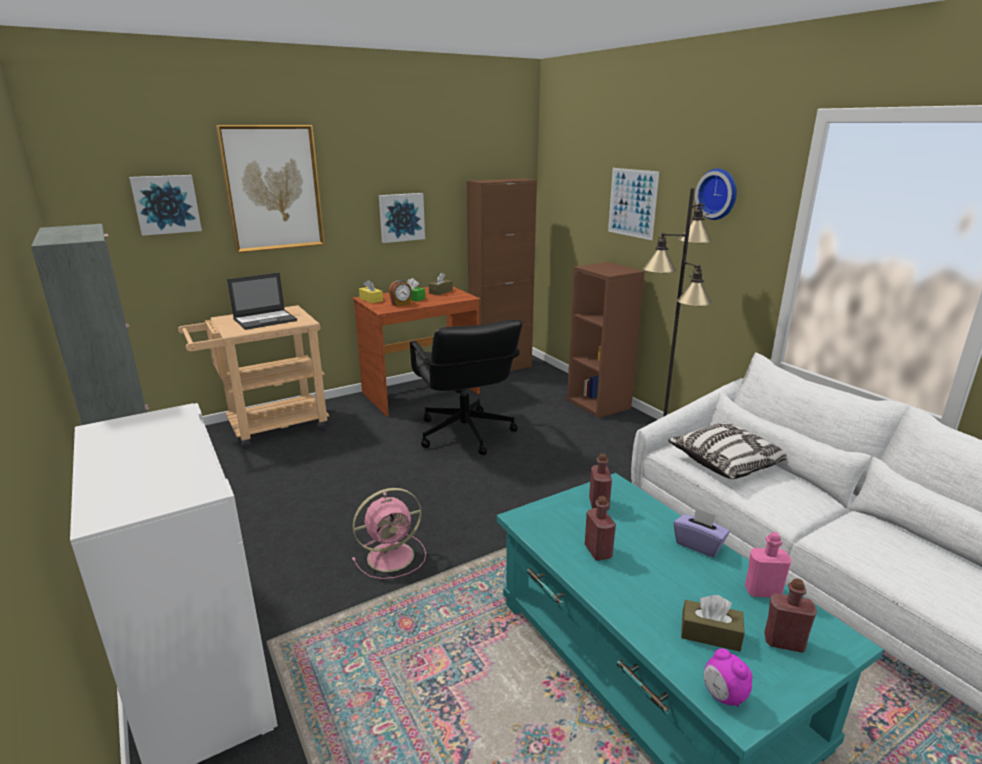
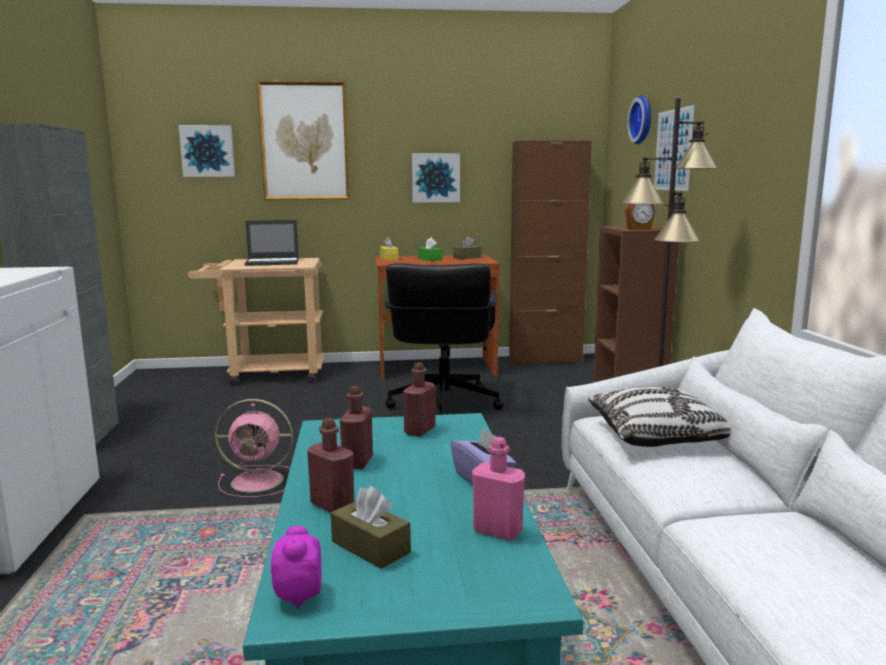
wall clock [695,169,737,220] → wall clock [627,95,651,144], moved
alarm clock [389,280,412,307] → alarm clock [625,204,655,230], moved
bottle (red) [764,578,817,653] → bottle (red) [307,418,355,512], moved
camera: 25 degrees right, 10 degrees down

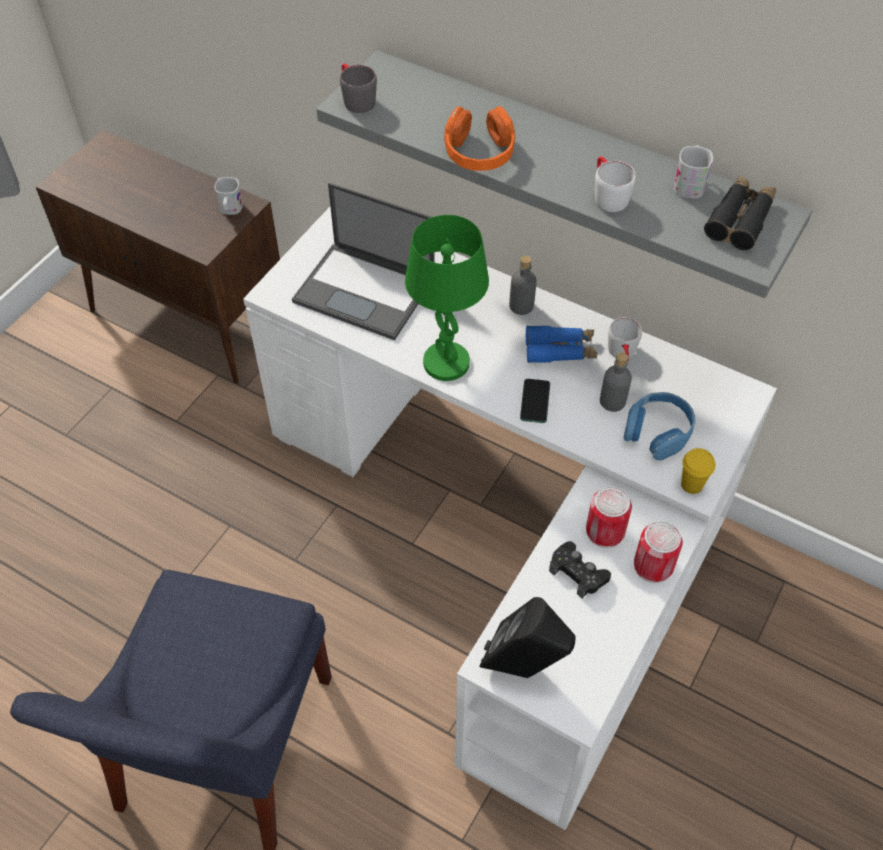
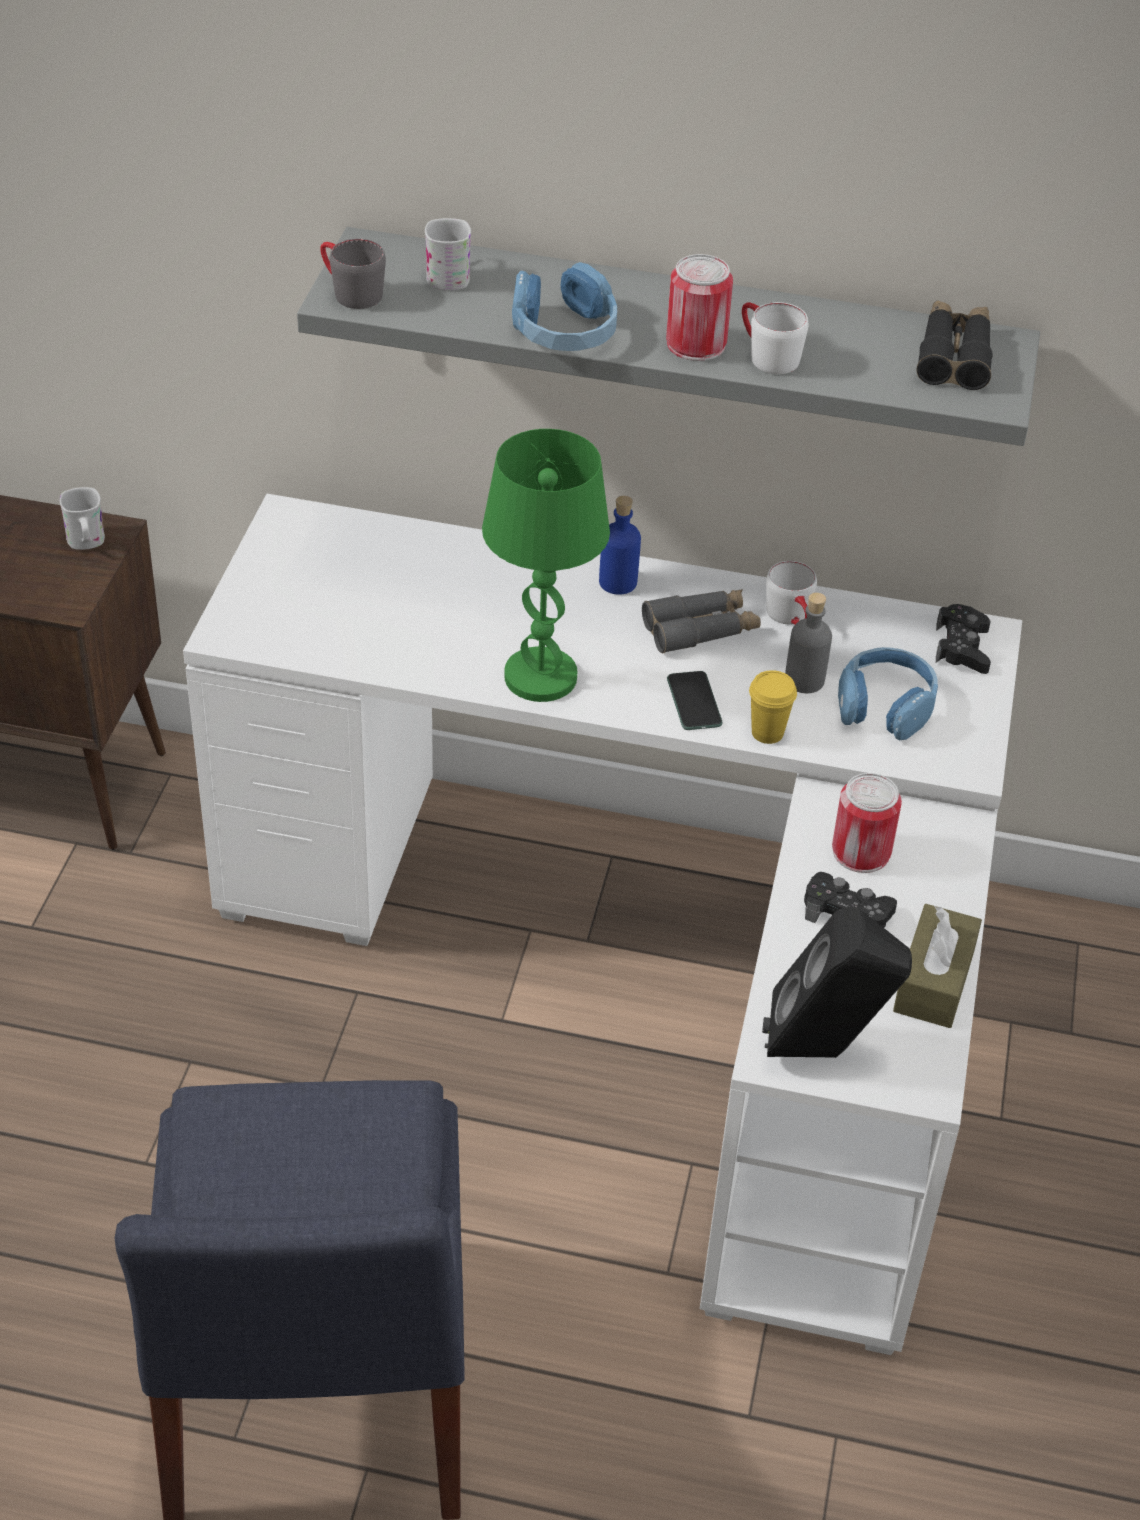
headphones (orange) [444,106,515,171] → headphones (blue) [512,262,617,351]
mug (white) [674,145,713,199] → mug (white) [425,218,471,291], moved
laptop [292,183,435,340] → -
bottle (grey) [509,255,537,315] → bottle (blue) [599,496,641,595]
binoculars (blue) [526,325,597,363] → binoculars (grey) [642,589,761,653]
cup (yellow) [681,448,715,494] → cup (yellow) [749,670,797,744], moved
can [634,521,683,583] → can [666,254,733,361], moved
- → game controller (black) [936,604,991,674]
- → tissue box (brown) [893,904,982,1028]
camera: 20 degrees left, 10 degrees down

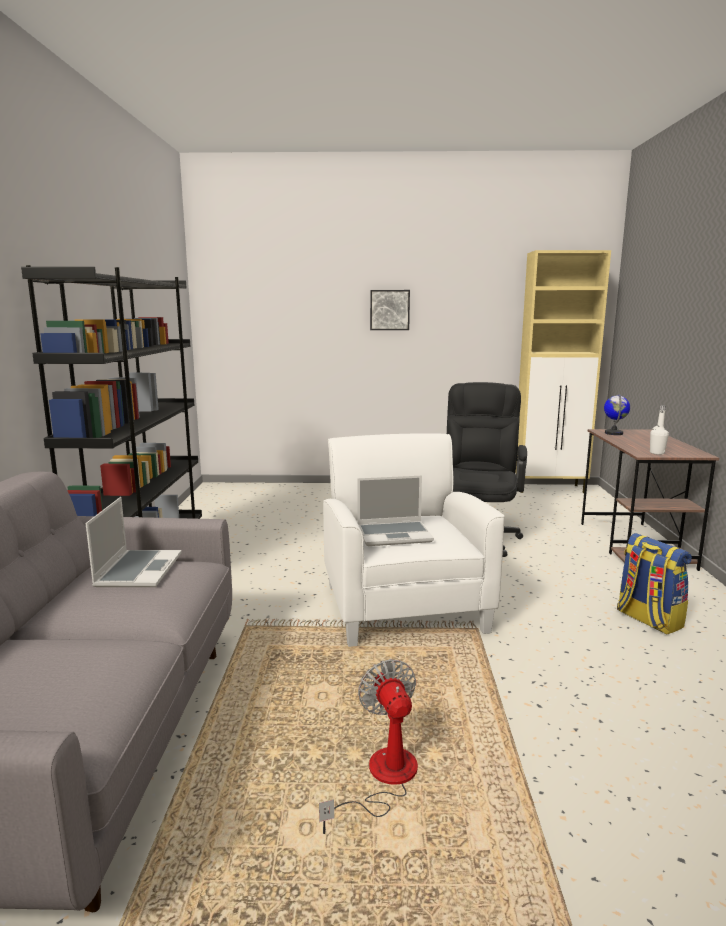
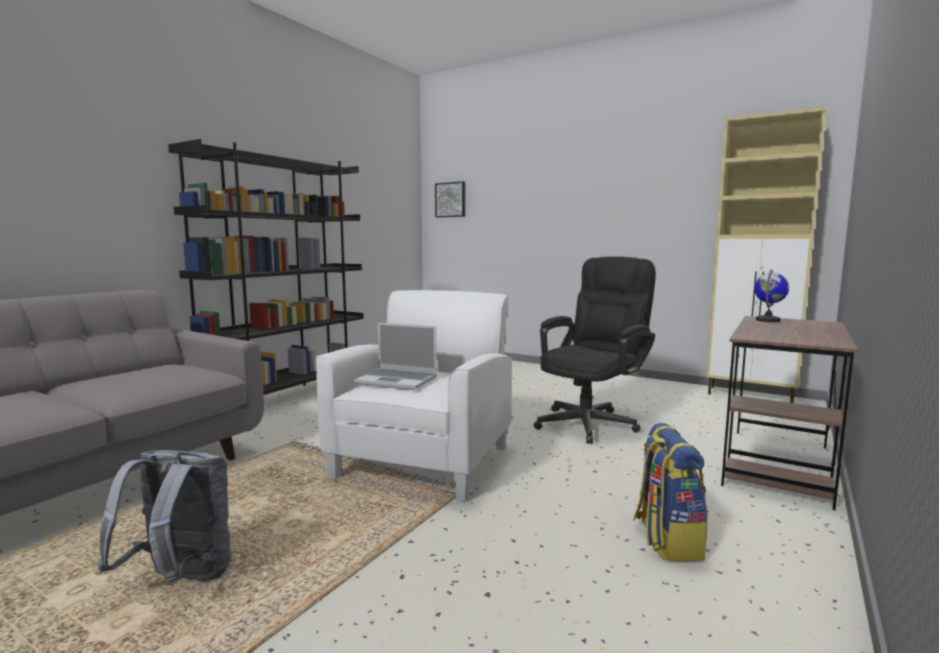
picture [370,290,410,330] → picture [435,182,465,217], moved
bottle (white) [650,405,669,455] → -
laptop [86,497,182,587] → -
fan [319,659,418,834] → backpack (grey) [97,450,231,585]
camera: 30 degrees right, 5 degrees down

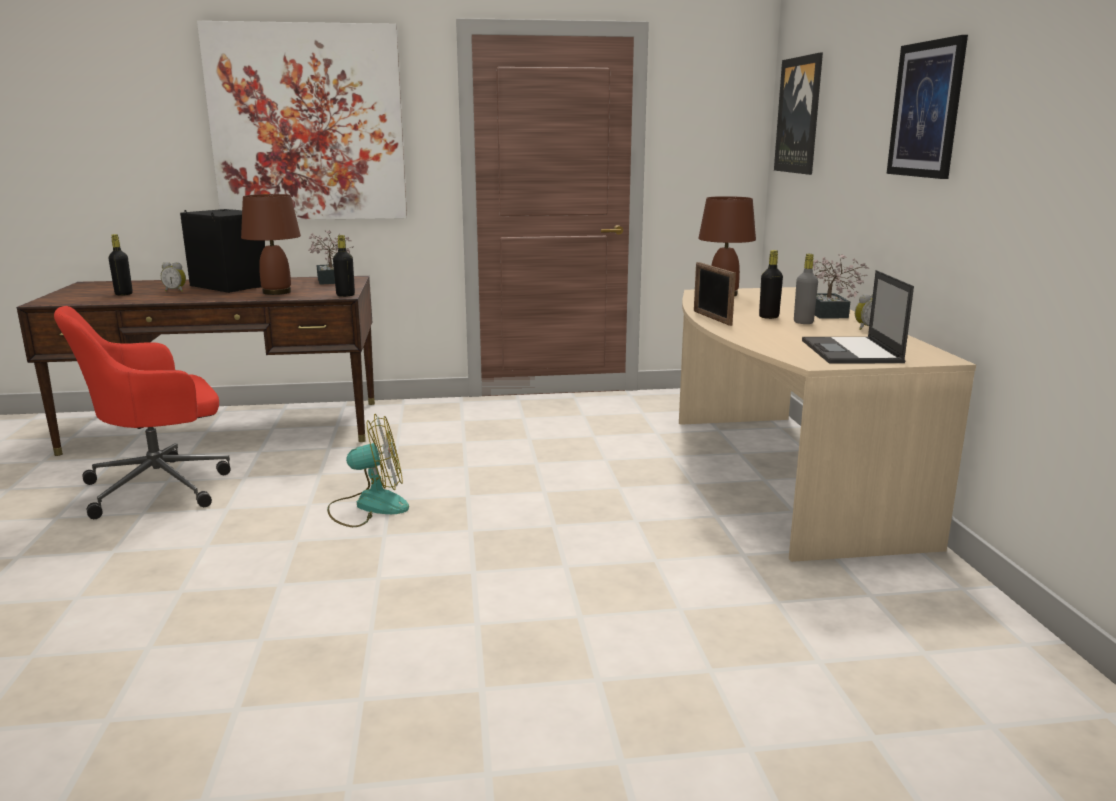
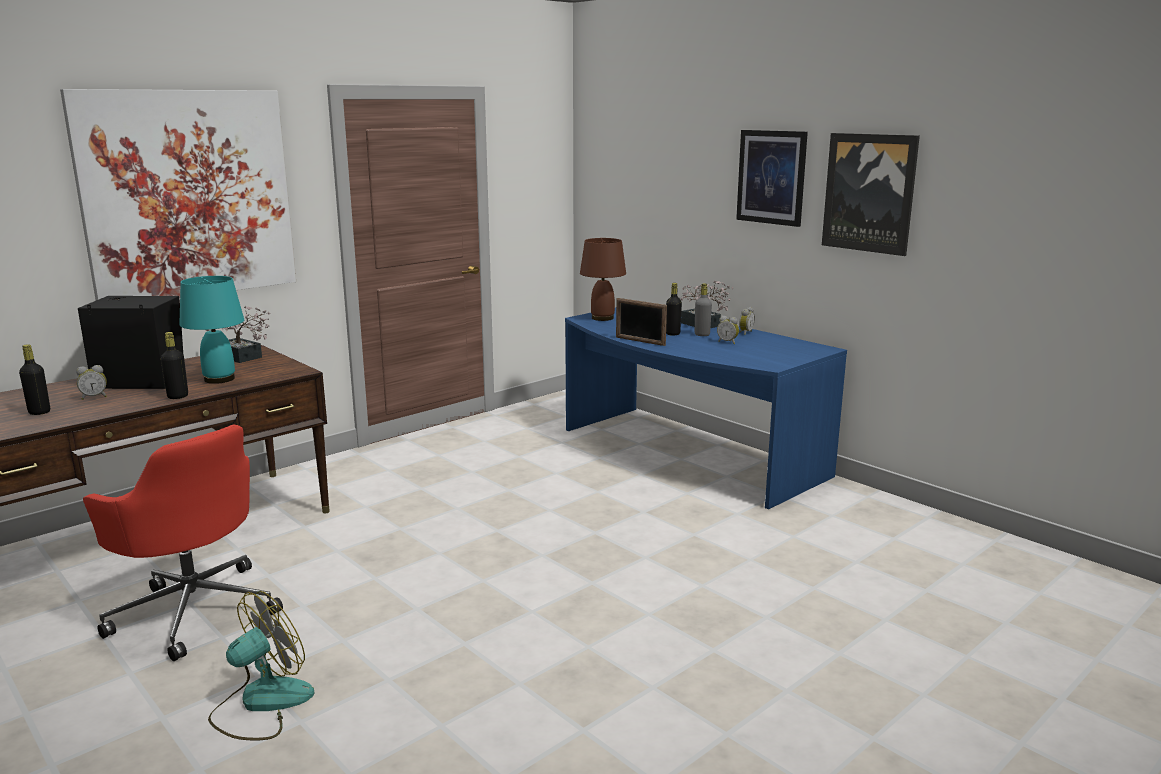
picture [774,53,823,175] → picture [822,133,920,256], moved
table lamp (brown) [241,194,301,295] → table lamp (turquoise) [179,276,244,384]
bottle (black) [333,235,355,297] → bottle (black) [161,332,188,399], moved
laptop [802,270,914,363] → -
desk (beige) [679,287,976,562] → desk (blue) [565,307,847,509]
office chair (red) [54,306,231,519] → office chair (red) [83,425,283,661], 75 degrees counterclockwise
fan [327,414,409,527] → fan [208,591,314,741], moved
- → alarm clock [717,316,739,344]
camera: 35 degrees left, 0 degrees up

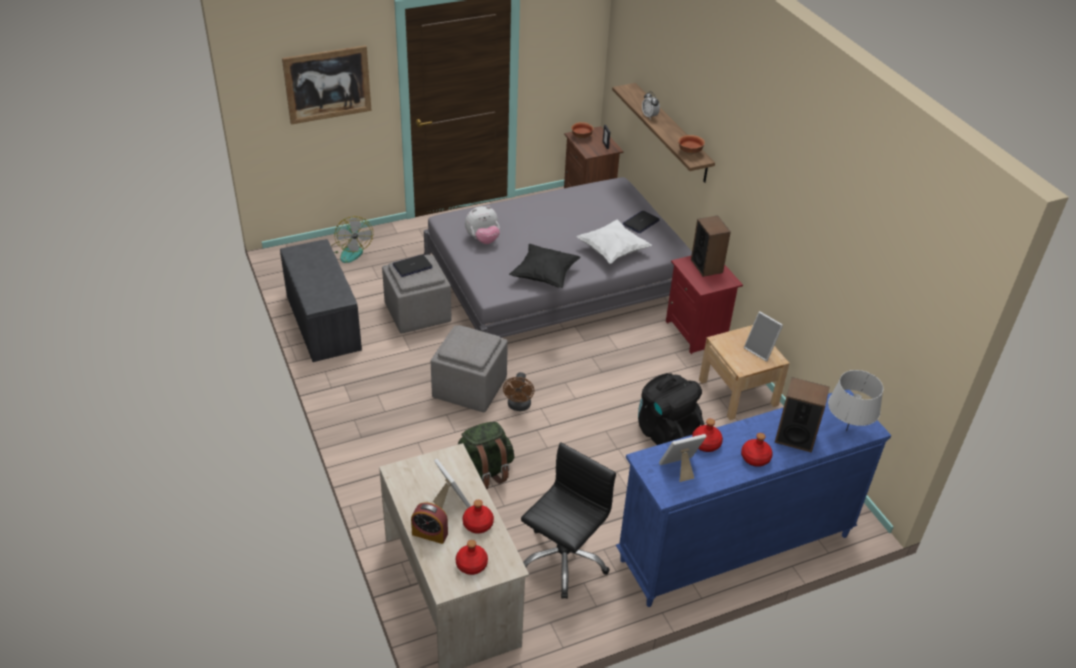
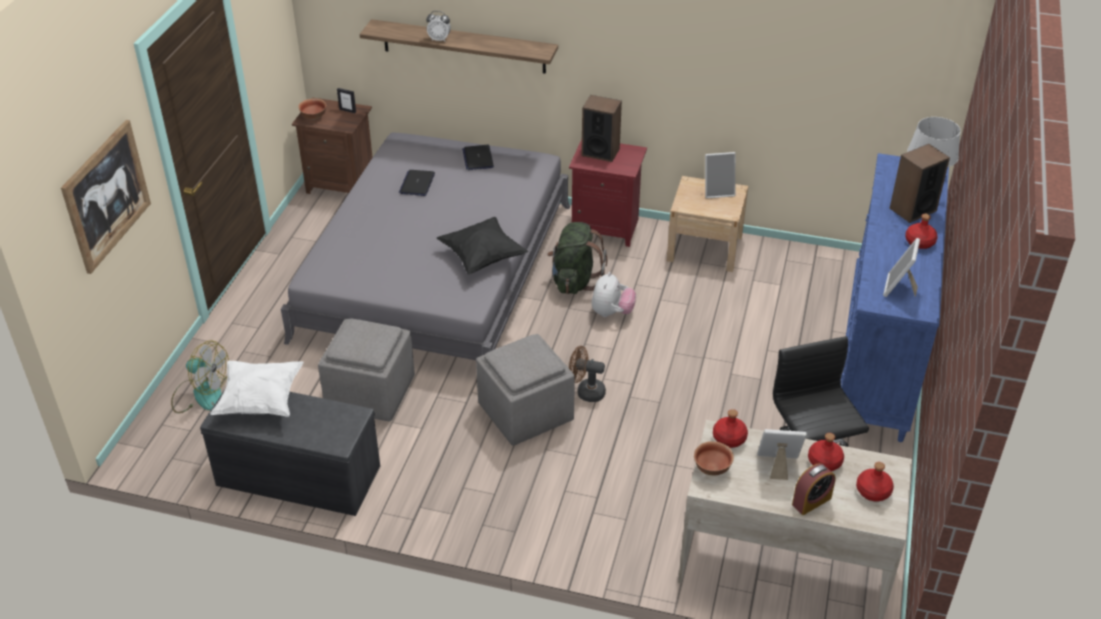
bowl [678,135,705,155] → bowl [694,441,734,476], moved
plush toy [465,206,500,244] → plush toy [592,272,636,317], moved
pillow (white) [576,220,652,264] → pillow (white) [210,361,304,417], moved
laptop [393,255,433,277] → laptop [399,170,435,196], moved
fan (brown) [503,372,534,411] → fan (brown) [569,346,606,402], 150 degrees clockwise
backpack (black) [638,373,704,445] → -
bottle (red) [692,419,723,452] → bottle (red) [713,409,748,448], moved
backpack (green) [458,422,515,489] → backpack (green) [547,222,608,294], moved
camera: 50 degrees left, 0 degrees up

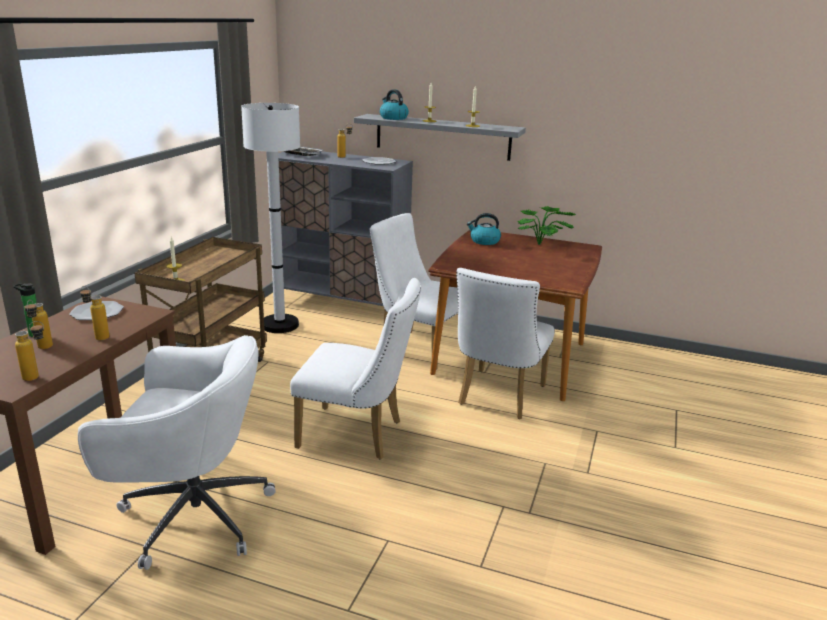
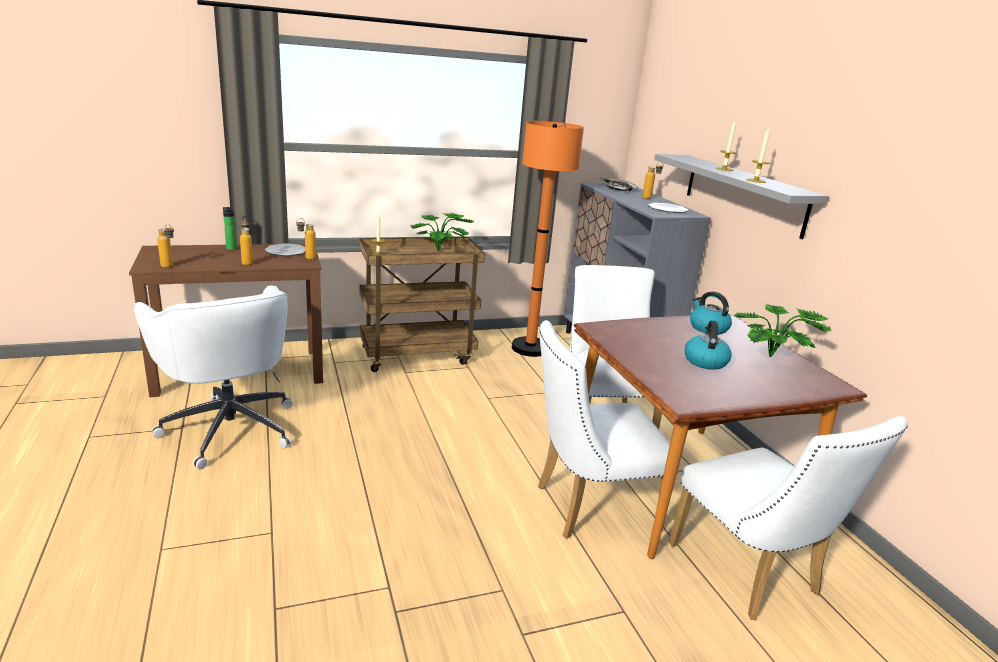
kettle [380,89,409,120] → kettle [684,320,732,370], moved
floor lamp (white) [241,103,300,333] → floor lamp (orange) [512,121,584,357]
chair (white) [290,278,421,460] → chair (white) [669,416,908,620], moved
bottle [24,300,53,349] → bottle [296,218,316,259], moved
- → potted plant [411,213,474,252]
camera: 50 degrees right, 0 degrees up

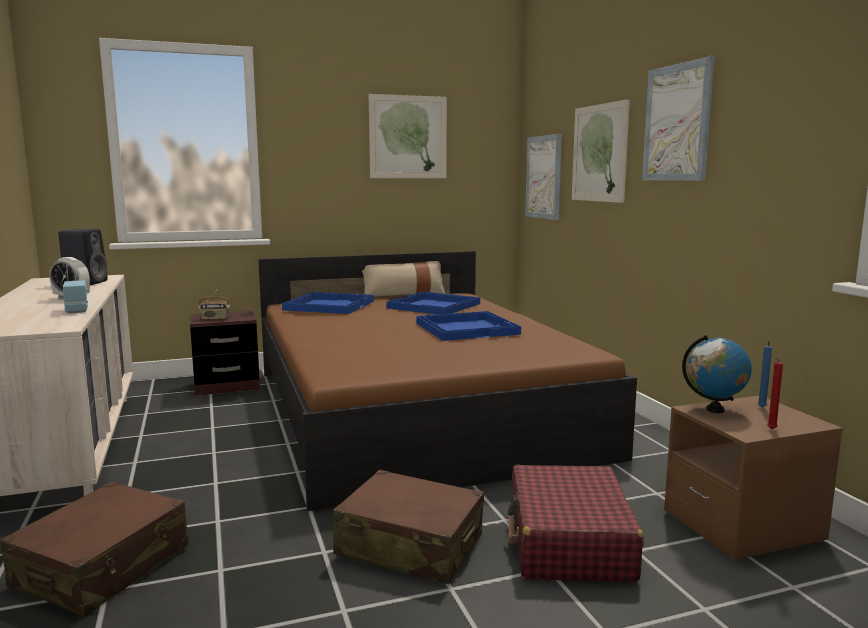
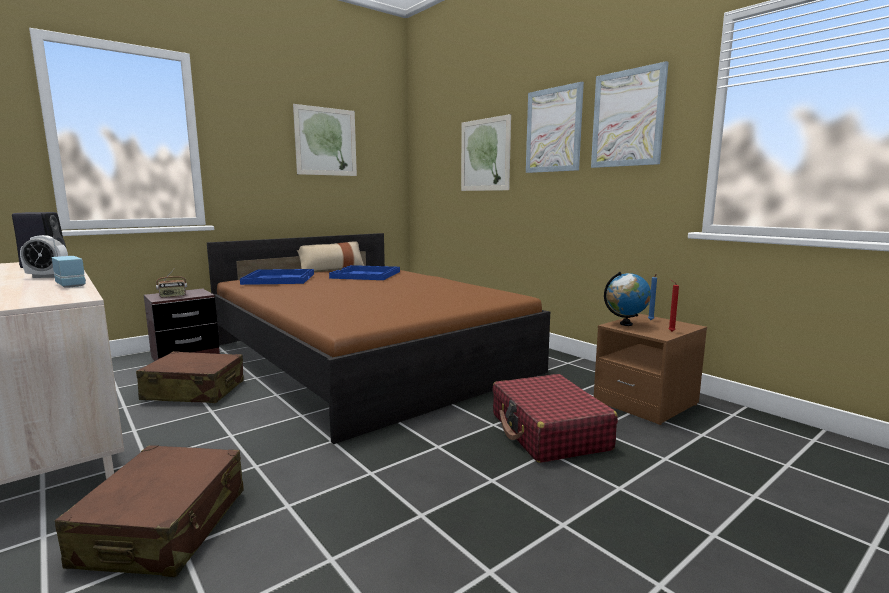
picture [525,134,562,220] → picture [591,61,669,168], moved
tray (blue) [417,311,521,341] → -
suitcase (brown) [333,470,484,584] → suitcase (brown) [136,351,243,403], moved
camera: 20 degrees left, 0 degrees up

